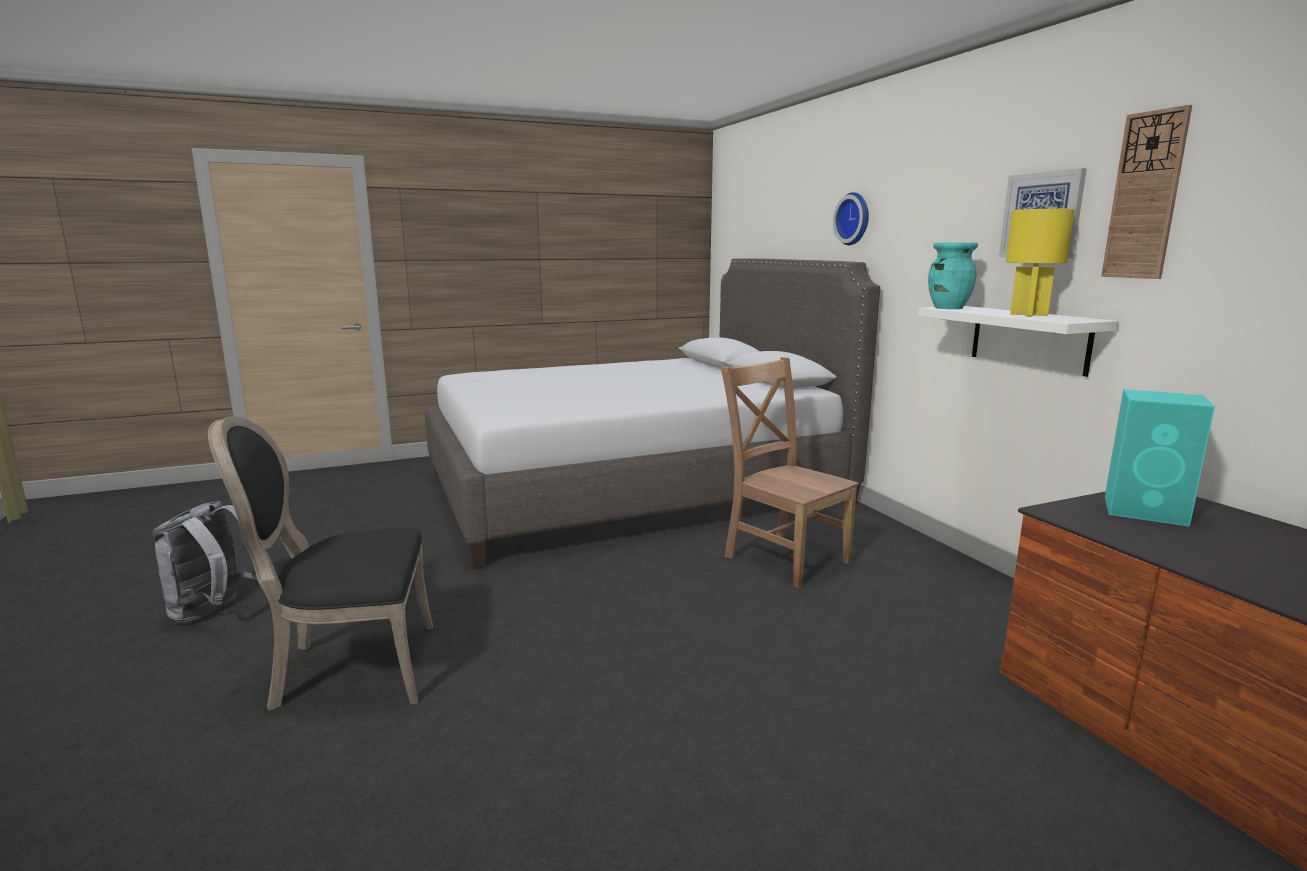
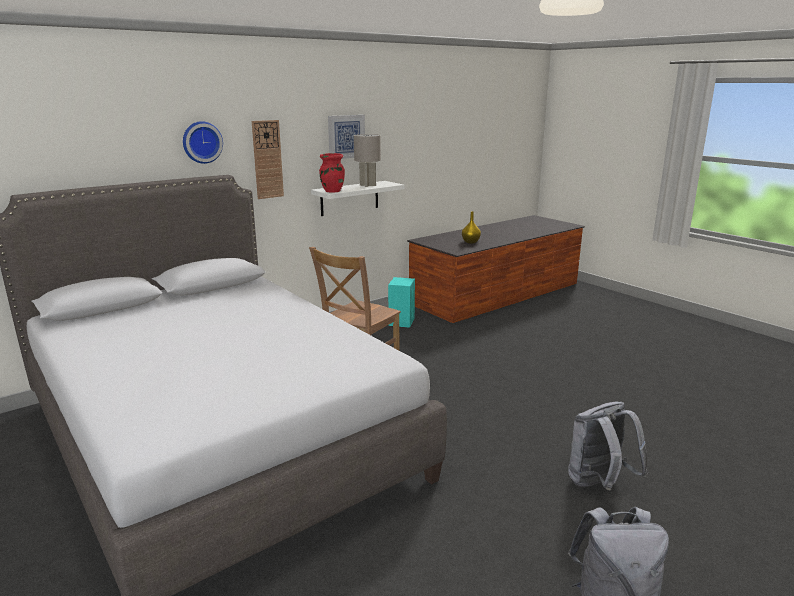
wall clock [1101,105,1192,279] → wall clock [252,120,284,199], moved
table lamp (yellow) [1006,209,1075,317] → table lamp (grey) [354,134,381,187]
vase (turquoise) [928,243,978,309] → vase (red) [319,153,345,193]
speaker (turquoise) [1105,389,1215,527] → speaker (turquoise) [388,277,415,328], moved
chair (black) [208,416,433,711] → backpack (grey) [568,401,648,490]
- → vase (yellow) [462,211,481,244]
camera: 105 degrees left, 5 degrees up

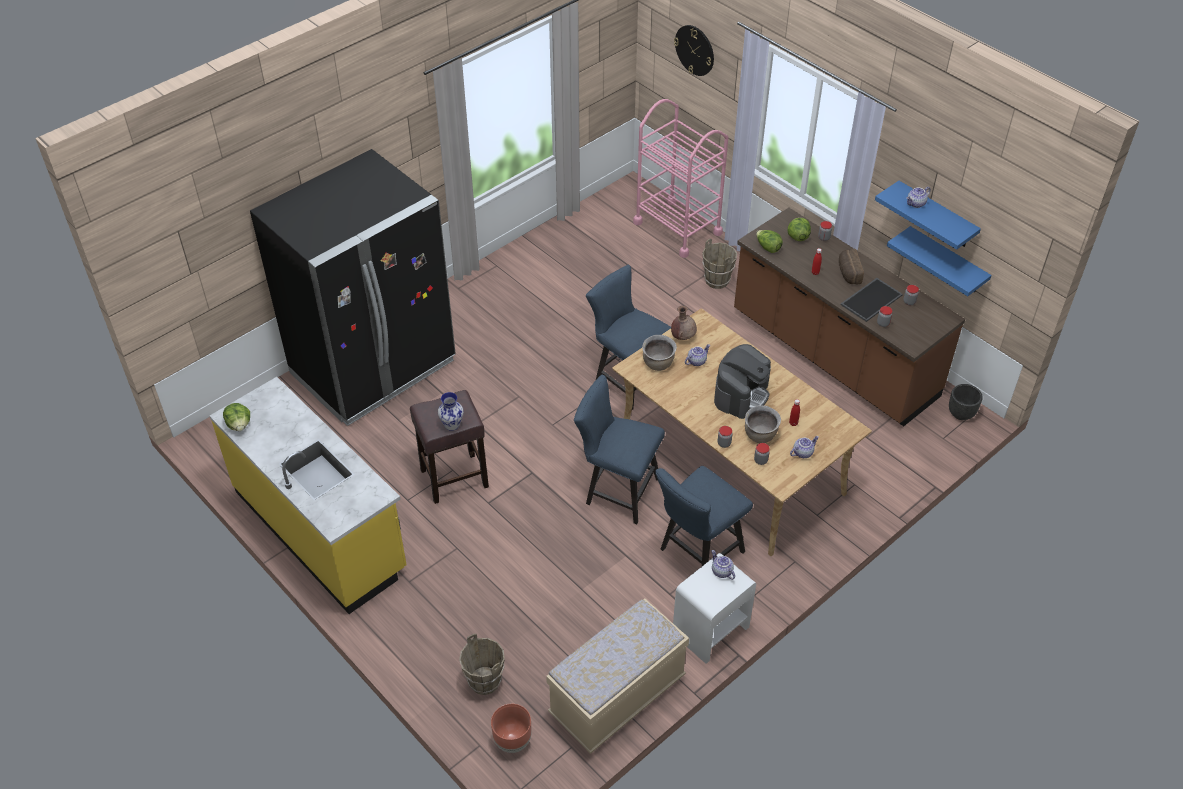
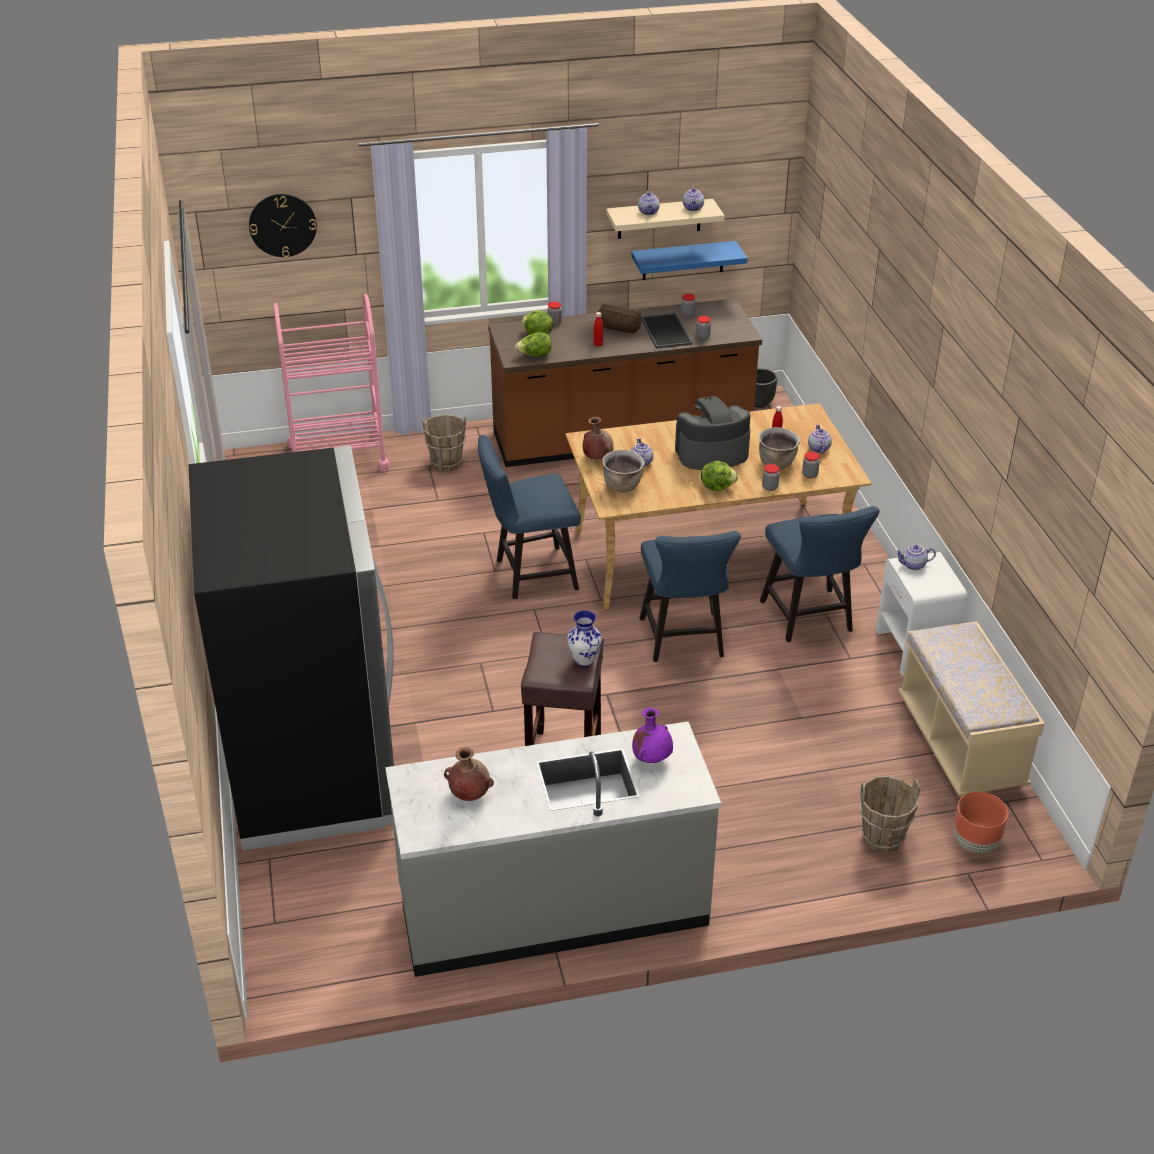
shelf (blue) [875,181,981,250] → shelf (beige) [606,199,725,239]
coffee machine [714,344,771,419] → coffee machine [675,396,751,470], 75 degrees counterclockwise
chair (blue) [574,375,665,524] → chair (blue) [639,531,741,662], 60 degrees counterclockwise
counter (yellow) [210,377,407,614] → counter (grey) [385,722,721,977]
lettuce [223,403,250,431] → lettuce [701,461,738,491], moved
- → teapot [683,187,704,211]
- → vase (purple) [632,708,673,763]
- → vase (brown) [444,747,494,801]
camera: 60 degrees left, 10 degrees down

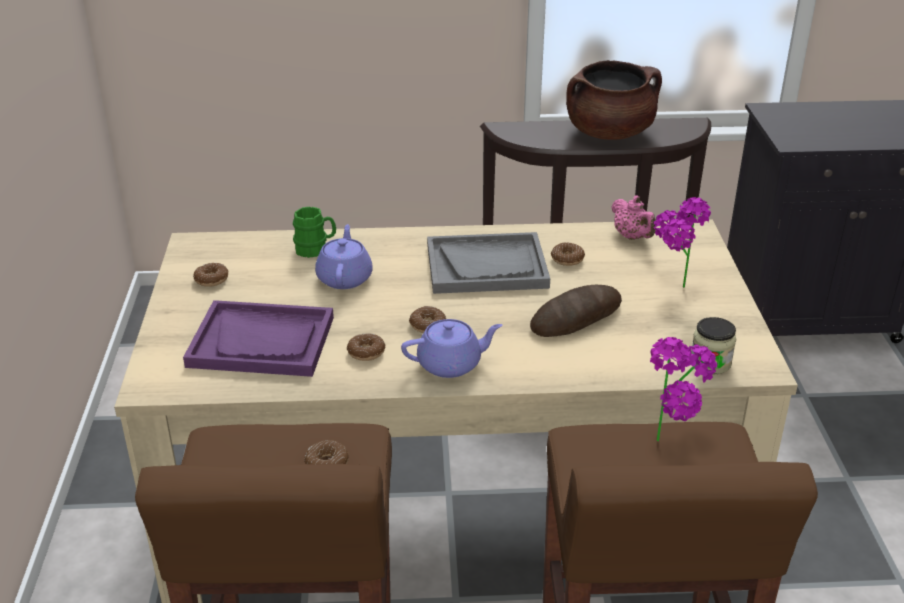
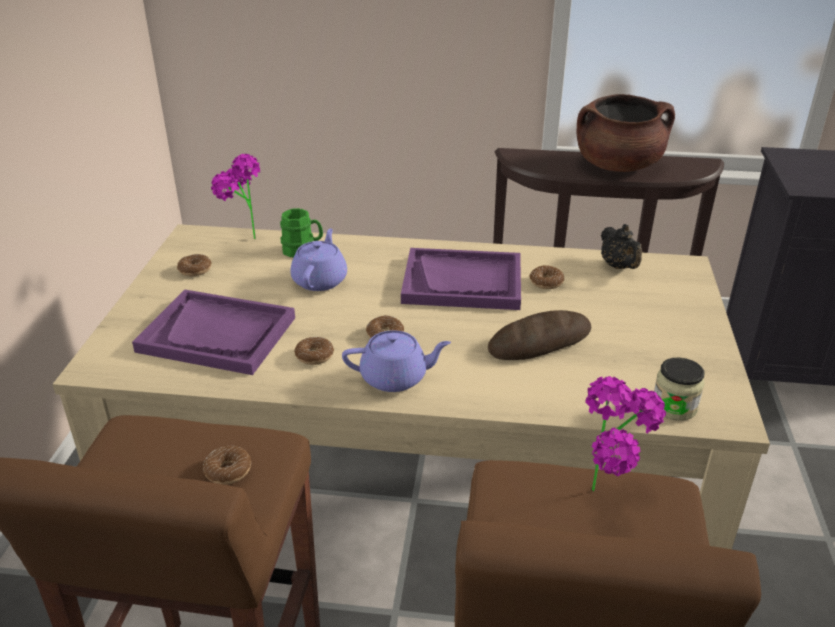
teapot (pink) [612,195,656,240] → teapot (black) [601,224,642,269]
potted plant [654,197,711,288] → potted plant [211,154,260,239], moved
tray (grey) [427,232,550,294] → tray (purple) [401,248,521,310]
camera: 10 degrees right, 0 degrees up

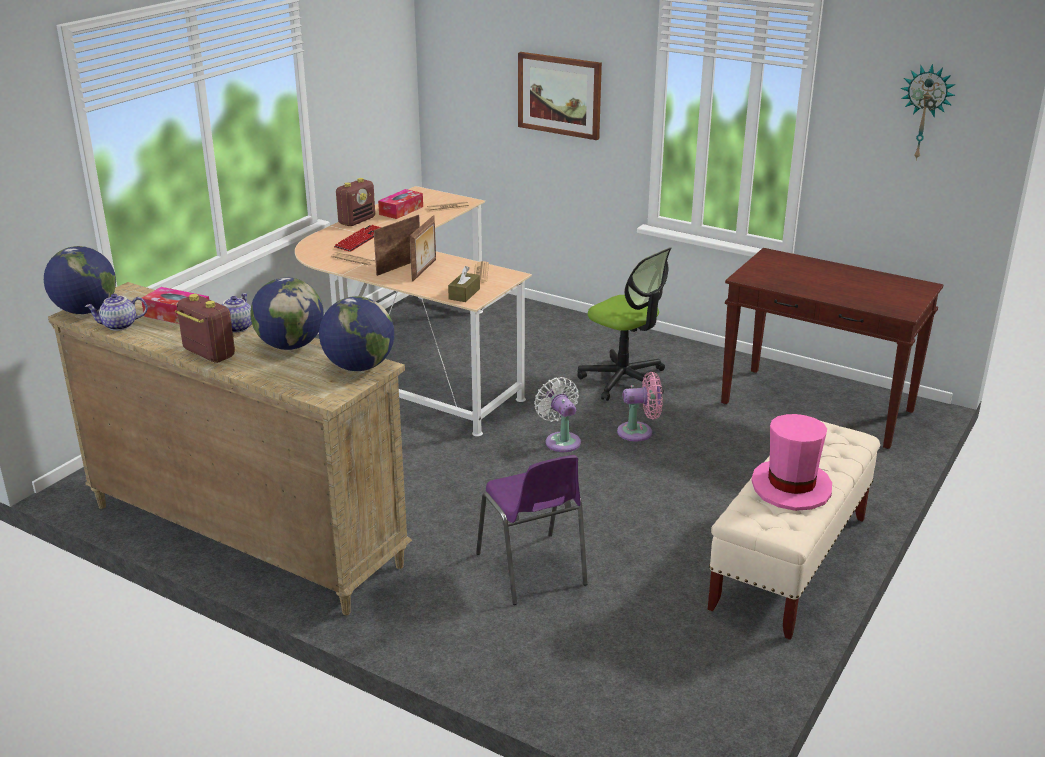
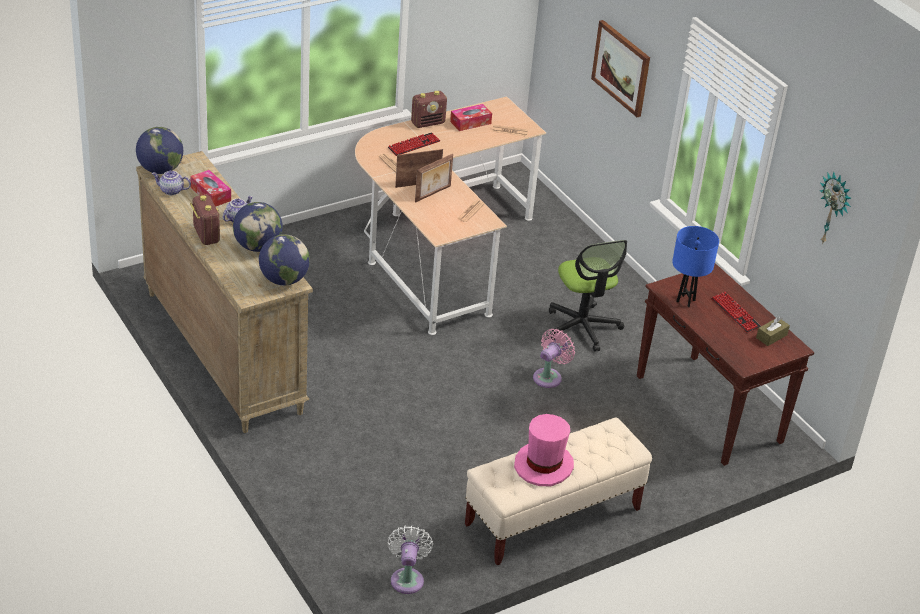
tissue box (brown) [448,266,480,302] → tissue box (brown) [756,317,790,346], moved
fan (pink) [617,372,663,441] → fan (pink) [533,329,575,388], 75 degrees counterclockwise
fan (white) [534,377,581,452] → fan (white) [387,525,433,594], moved
chair (purple) [476,455,588,605] → -
- → table lamp (blue) [672,226,719,307]
- → keyboard [711,292,761,333]
camera: 25 degrees right, 10 degrees up

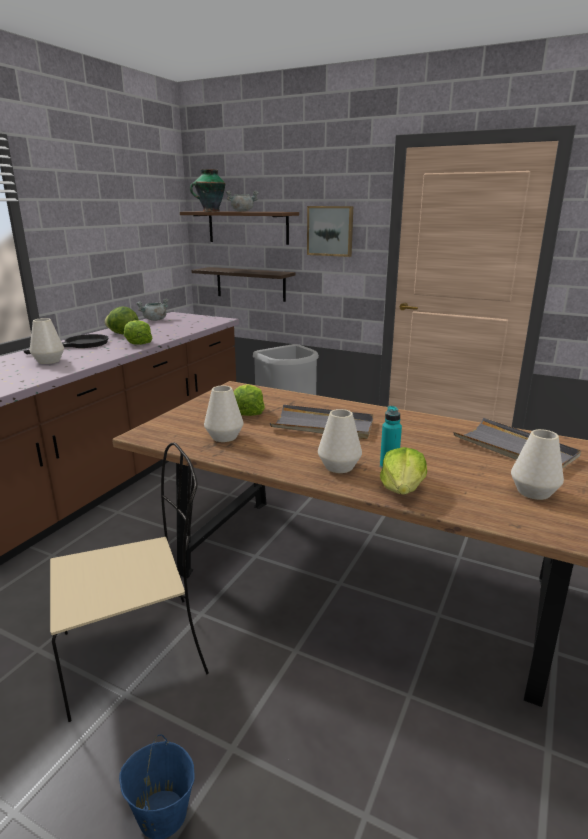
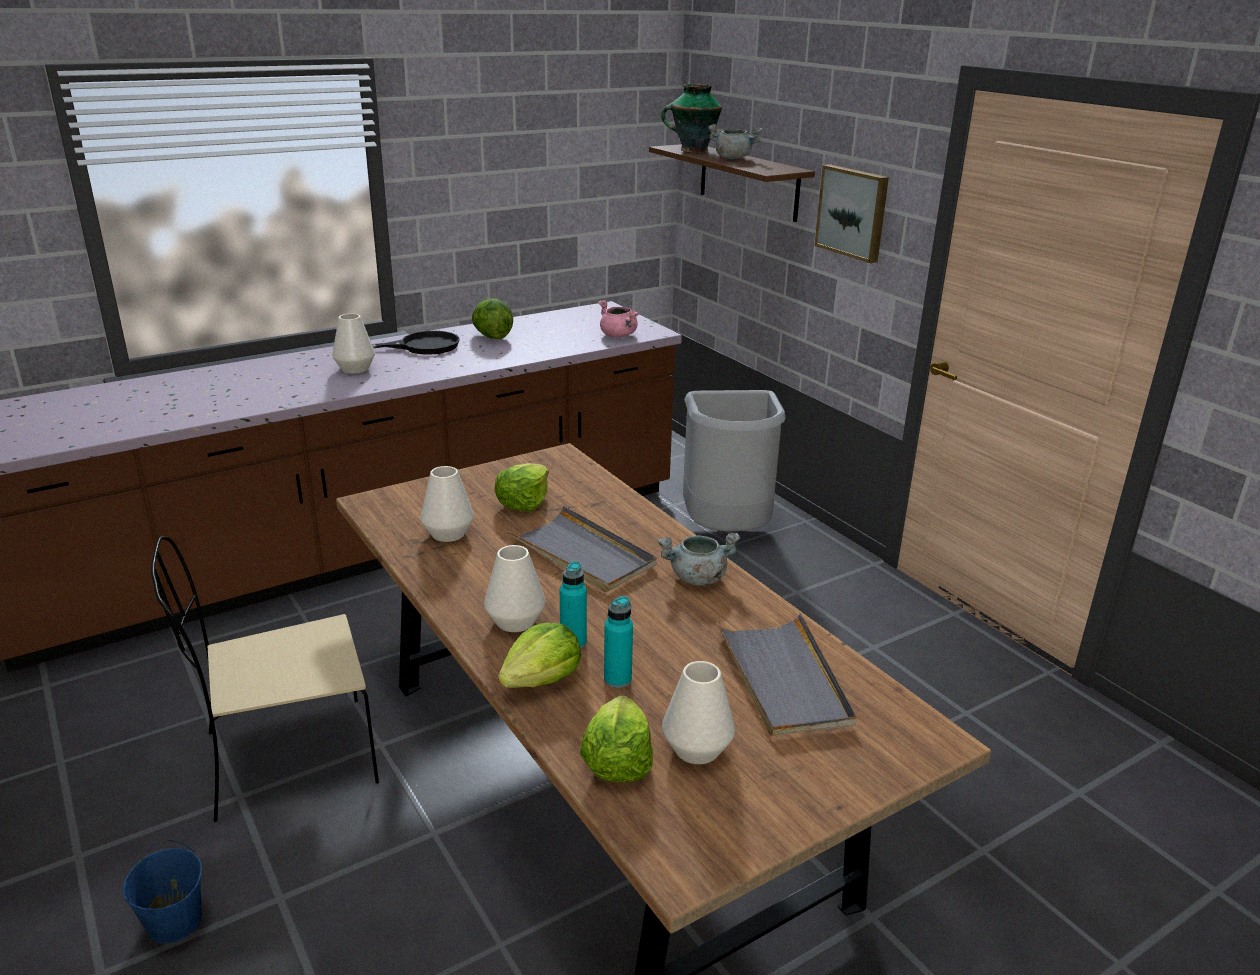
shelf [192,267,295,302] → -
cooking pot (grey) [136,298,169,321] → cooking pot (grey) [658,533,740,586], moved
lettuce [124,320,152,345] → lettuce [580,696,653,782], moved
chair (beige) [50,442,209,722] → chair (beige) [151,536,379,822], 150 degrees clockwise
- → cooking pot (pink) [598,300,639,337]
- → bottle (turquoise) [604,596,633,688]
camera: 30 degrees right, 5 degrees up

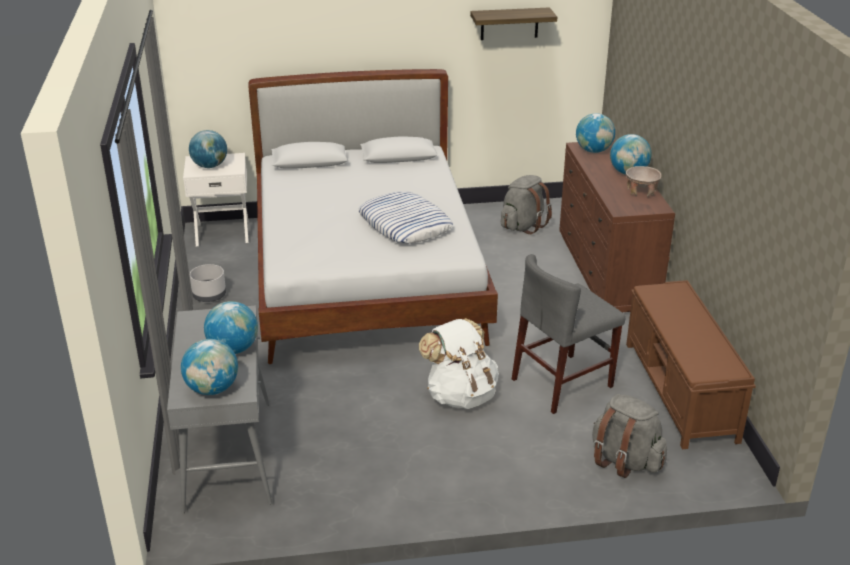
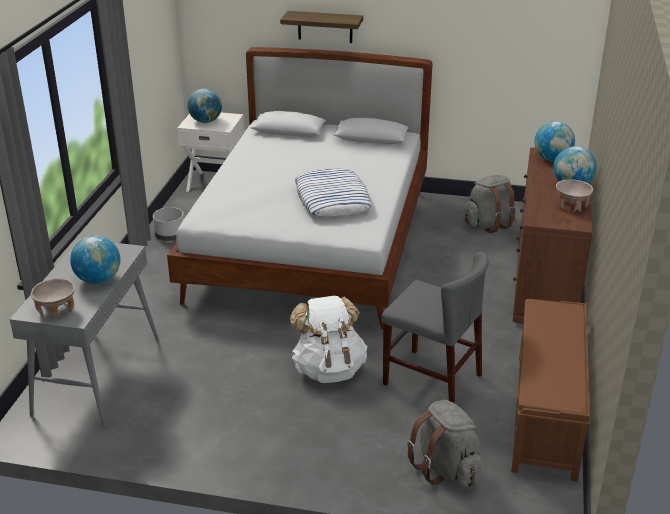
shelf [470,7,557,40] → shelf [280,11,363,43], moved
chair (grey) [512,254,625,414] → chair (grey) [381,252,489,403], 135 degrees counterclockwise
globe [181,339,238,395] → bowl (beige) [31,278,75,319]
camera: 20 degrees right, 0 degrees up

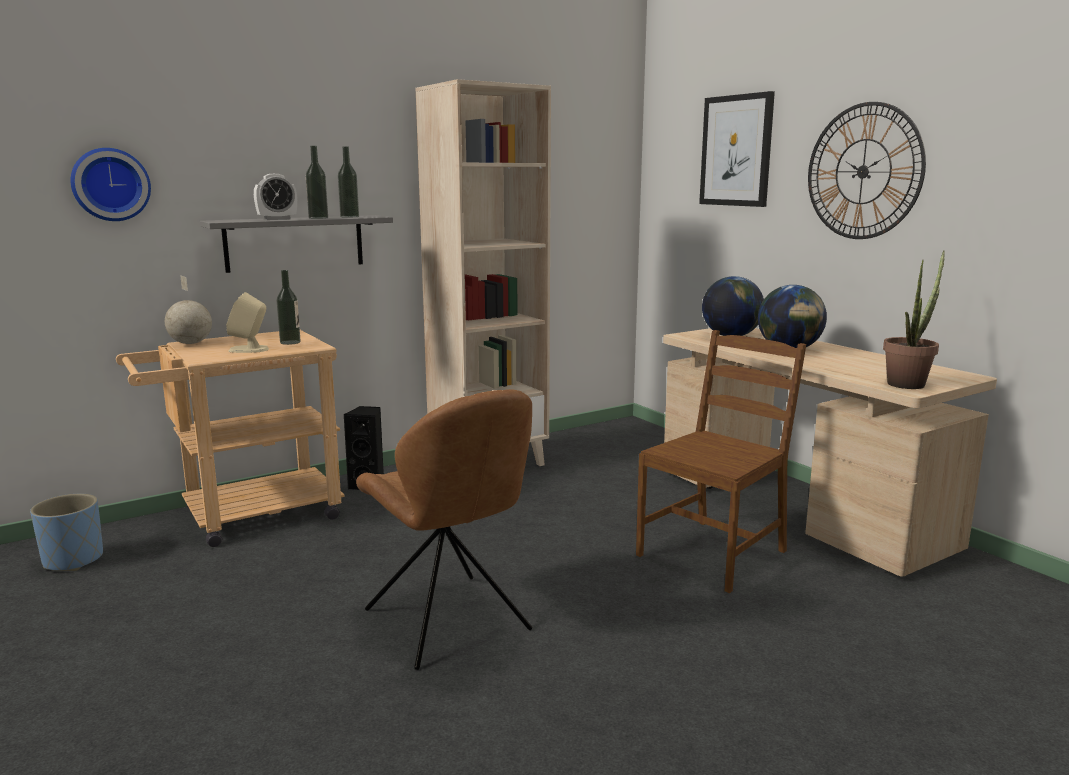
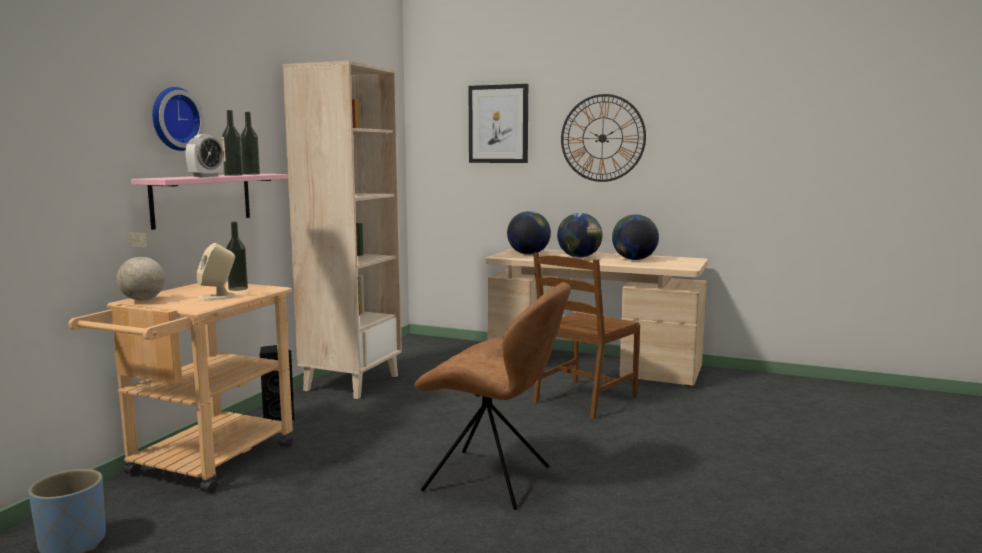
wall clock [71,148,151,221] → wall clock [152,87,204,151], moved
shelf (grey) [200,215,393,273] → shelf (pink) [131,174,288,230]
potted plant [883,250,945,389] → -
chair (brown) [636,330,806,593] → chair (brown) [533,253,640,419], 150 degrees counterclockwise
- → globe [612,214,659,260]
camera: 35 degrees left, 5 degrees down

